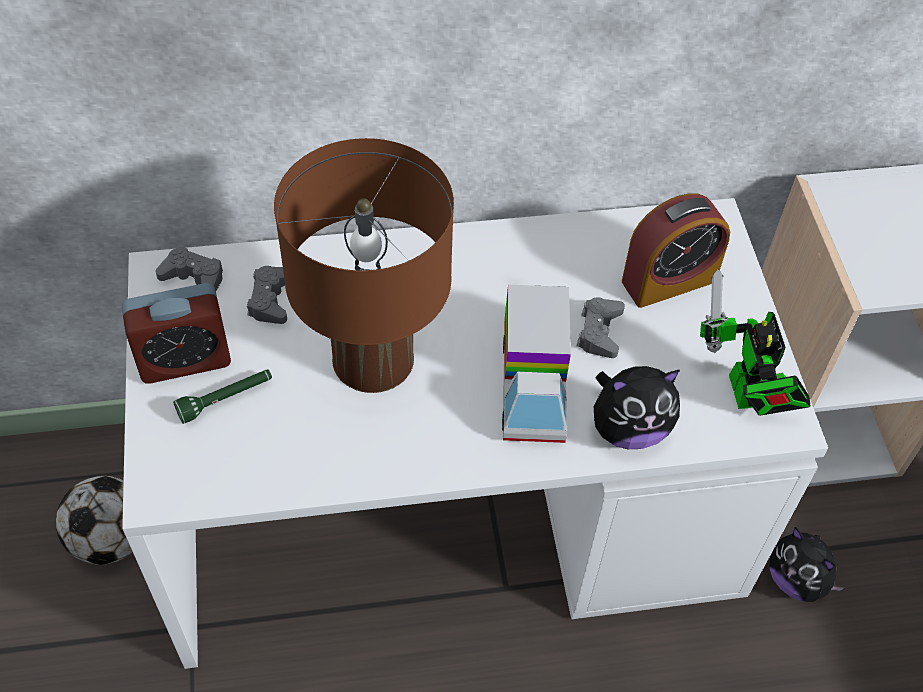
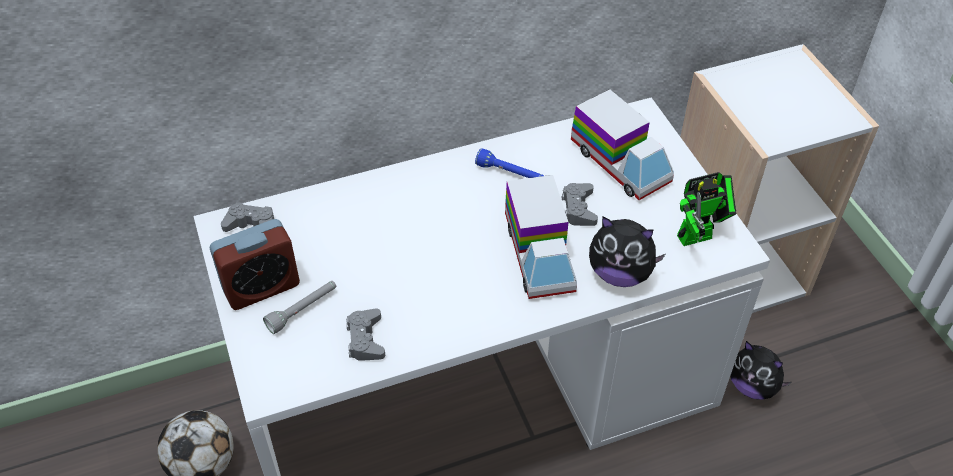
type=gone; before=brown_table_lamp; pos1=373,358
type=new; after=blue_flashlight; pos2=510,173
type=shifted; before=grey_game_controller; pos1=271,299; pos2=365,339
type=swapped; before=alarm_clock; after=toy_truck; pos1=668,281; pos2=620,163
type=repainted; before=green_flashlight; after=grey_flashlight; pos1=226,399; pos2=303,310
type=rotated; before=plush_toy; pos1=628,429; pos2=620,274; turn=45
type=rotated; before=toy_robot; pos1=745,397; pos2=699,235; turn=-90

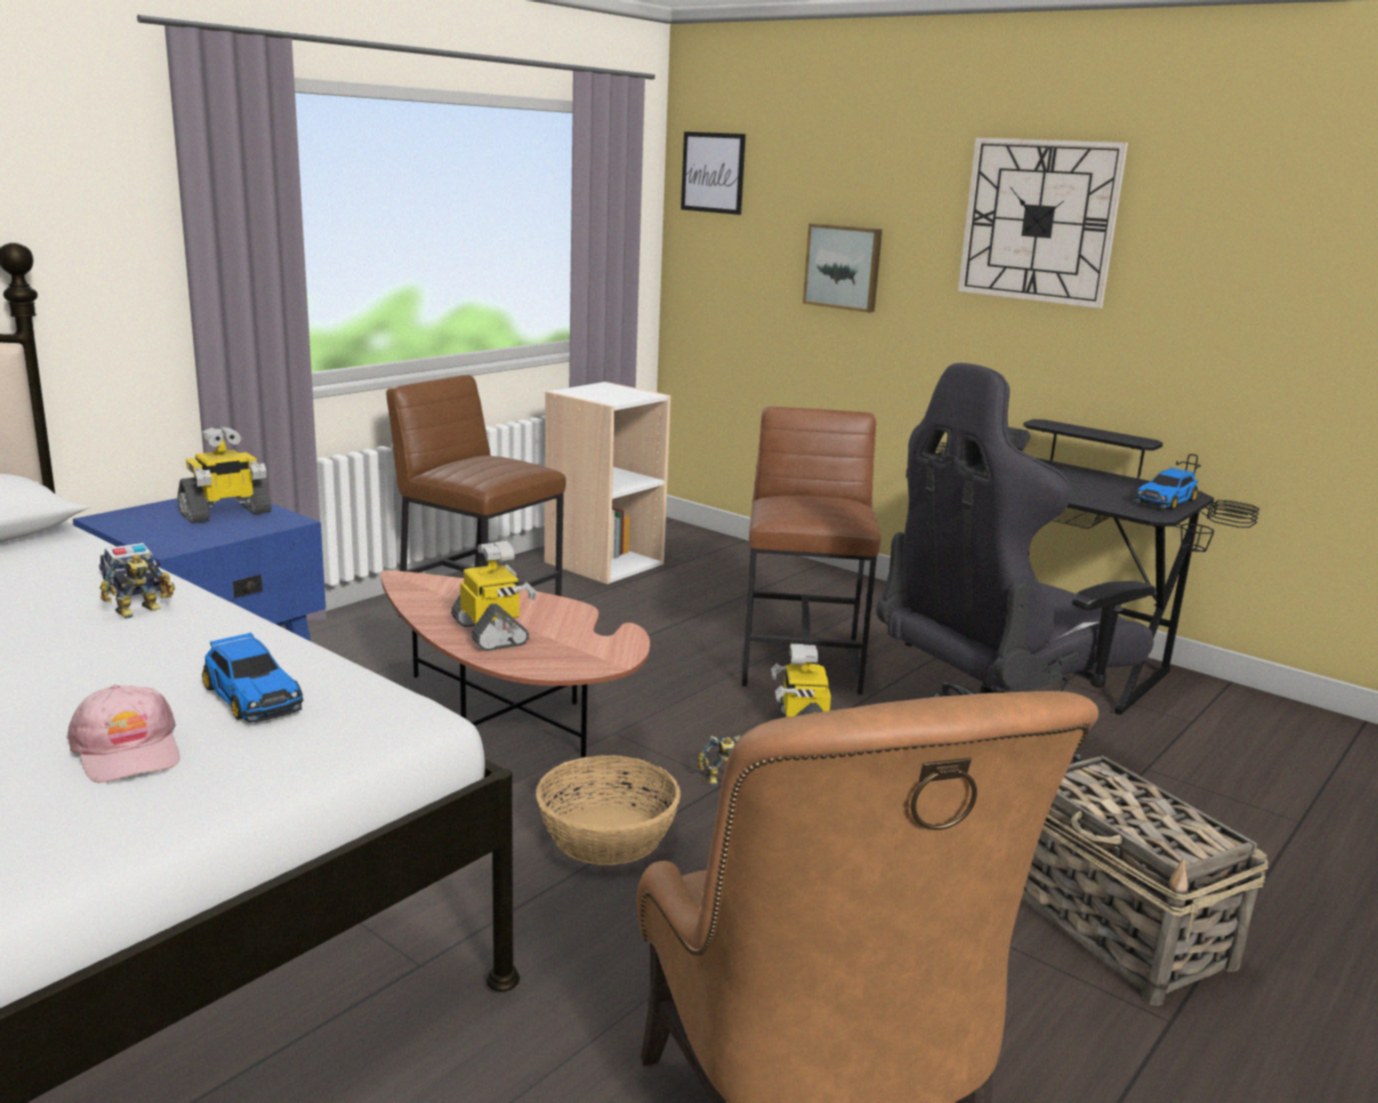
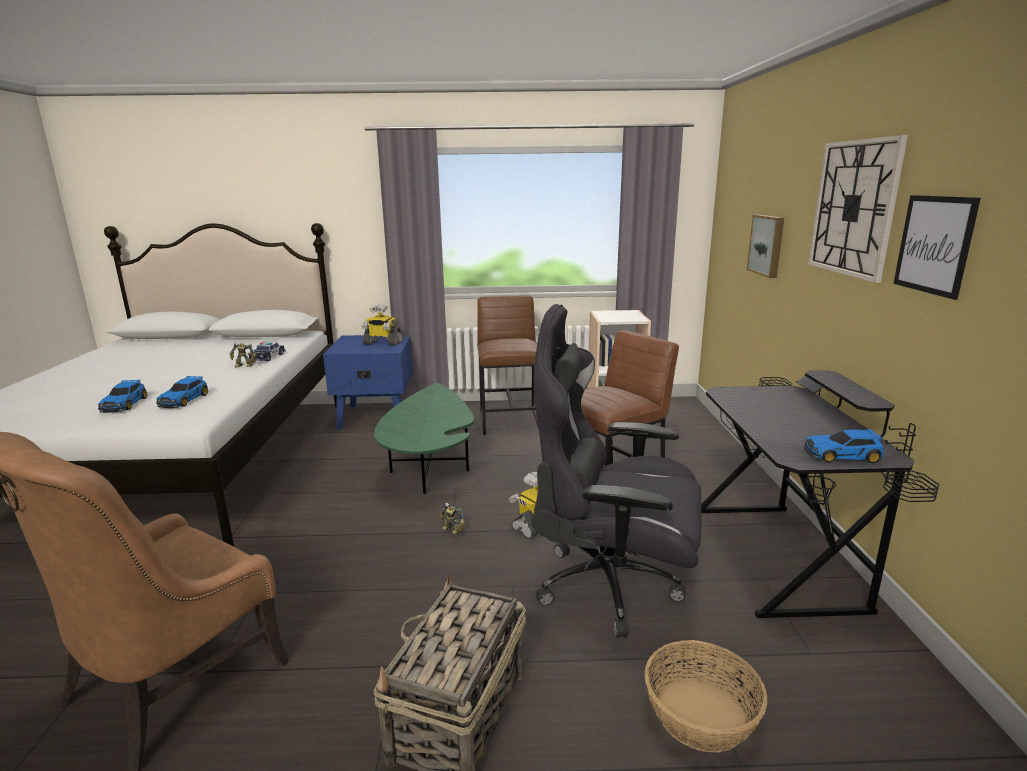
type=gone; before=toy_robot; pos1=491,633
type=shifted; before=basket; pos1=607,835; pos2=701,714
type=shifted; before=picture; pos1=713,172; pos2=934,244
type=swapped; before=pink_cap; after=toy_car; pos1=128,750; pos2=125,404
type=repainted; before=brown_coffee_table; after=green_coffee_table; pos1=508,721; pos2=429,467

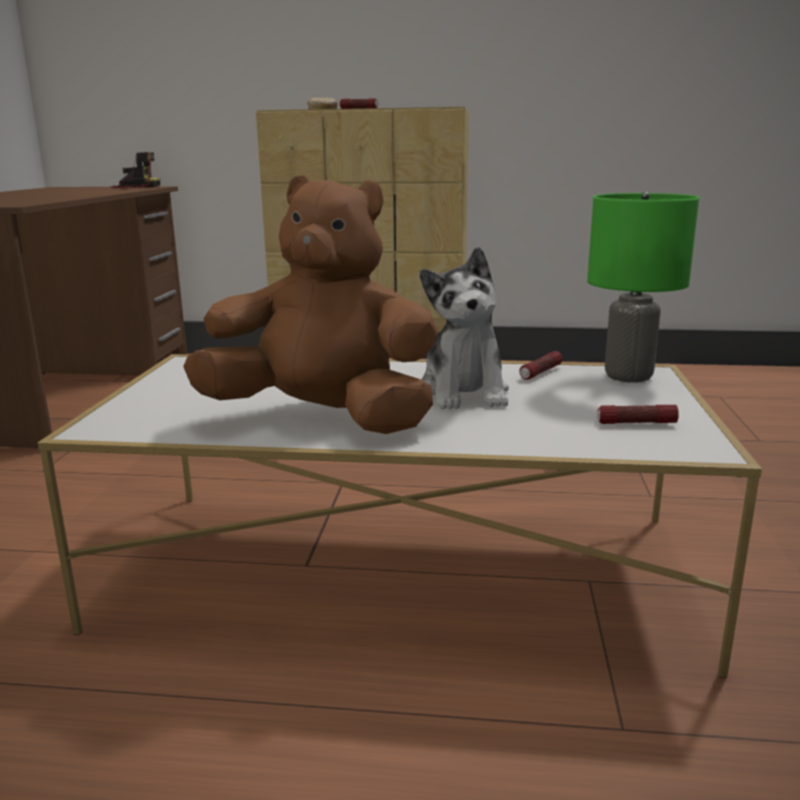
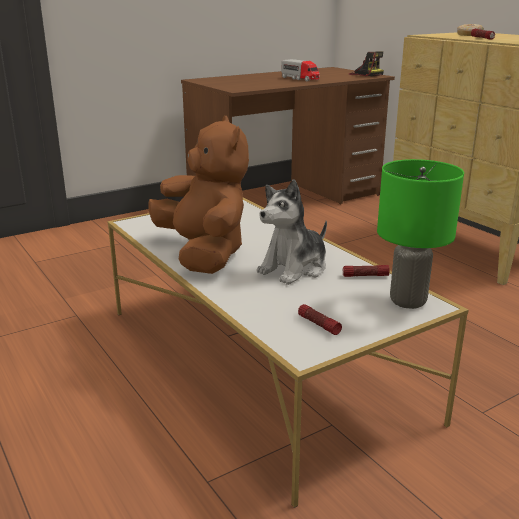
type=new; after=toy_truck; pos2=300,79

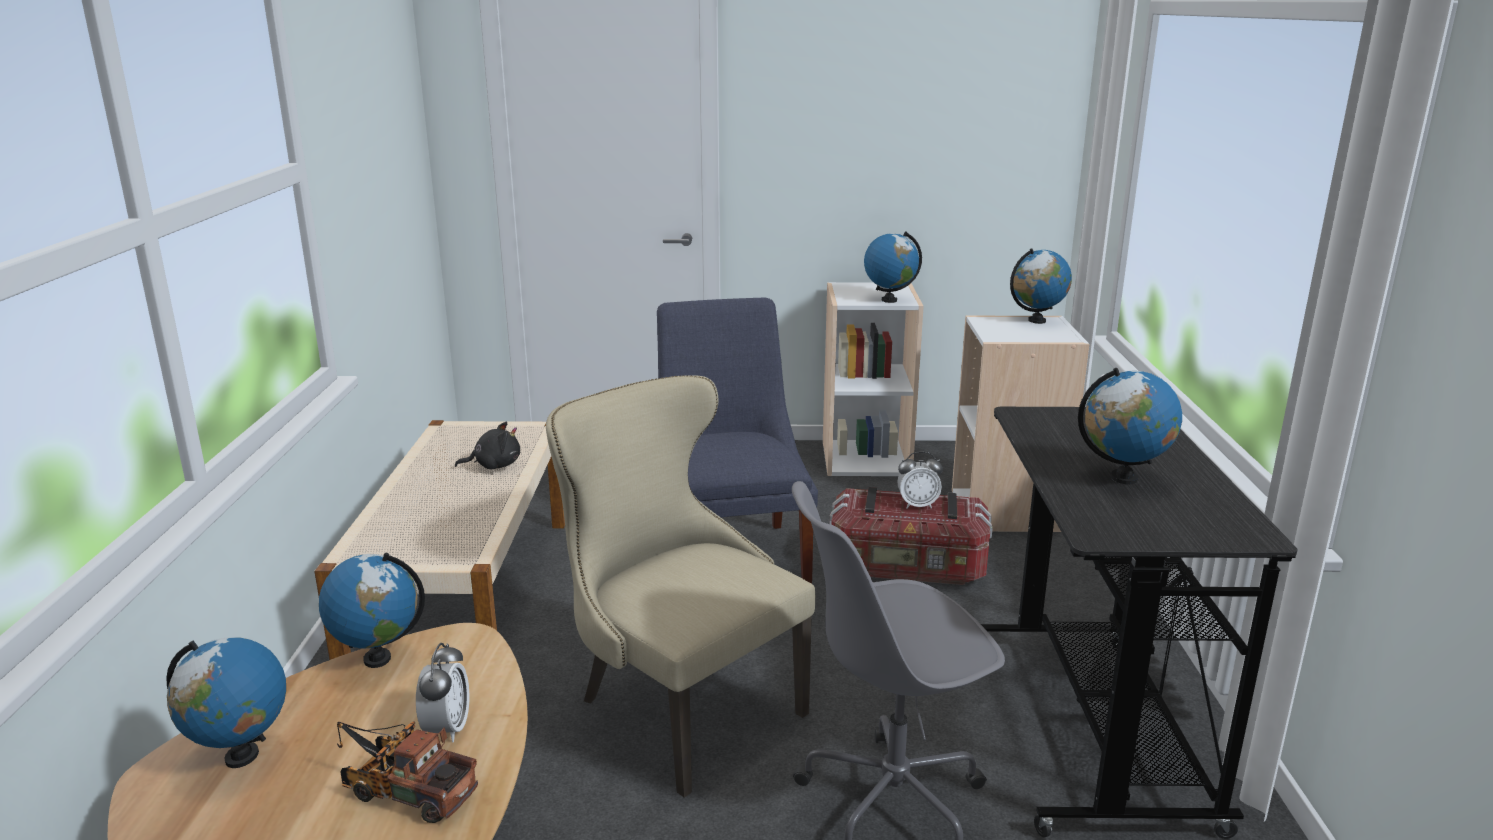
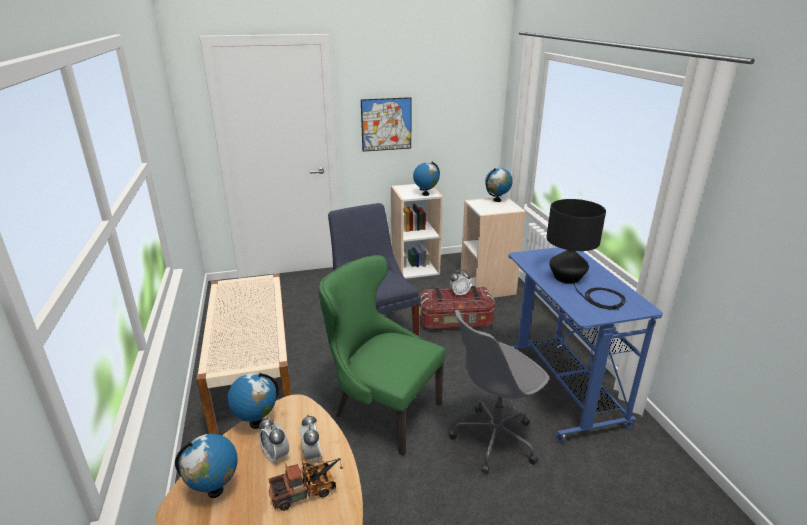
type=gone; before=black_plush_toy; pos1=494,465
type=new; after=alarm_clock; pos2=276,455
type=new; after=picture; pos2=386,124
type=swapped; before=globe; after=black_table_lamp; pos1=1123,478; pos2=580,285
type=repainted; before=beige_chair; after=green_chair; pos1=680,708; pos2=383,411
type=repainted; before=black_desk; after=blue_desk; pos1=1087,730; pos2=560,389
type=rotated; before=toy_truck; pos1=404,790; pos2=308,491; turn=150

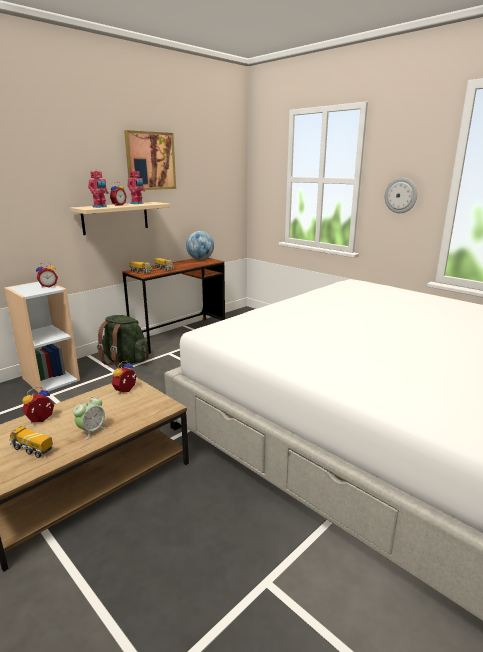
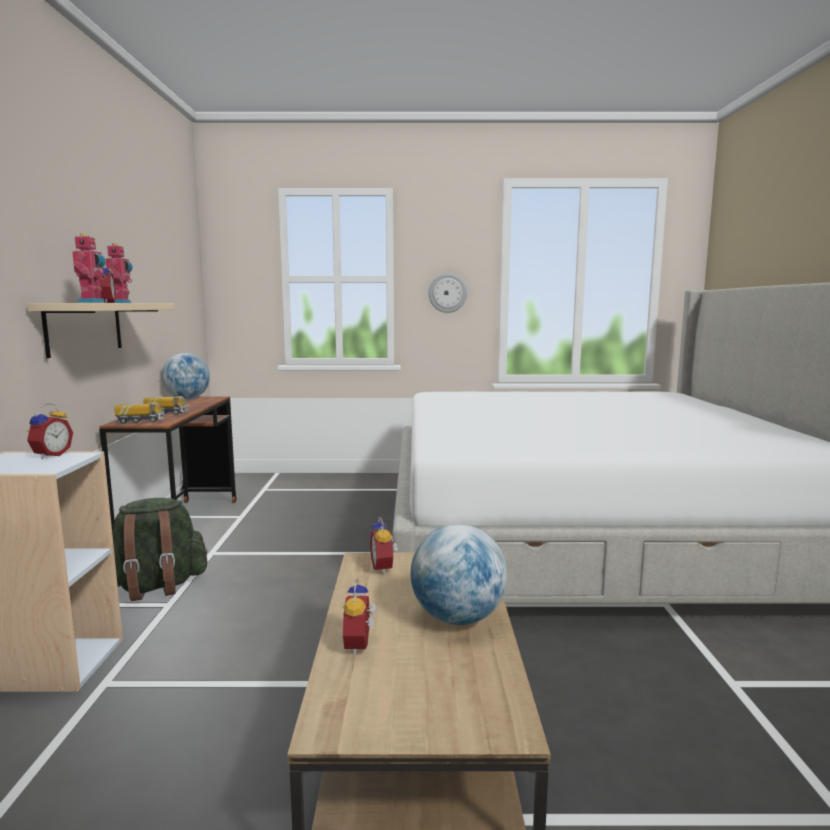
type=gone; before=toy_truck; pos1=32,449
type=gone; before=picture; pos1=150,161
type=swapped; before=alarm_clock; after=globe; pos1=91,431; pos2=457,618

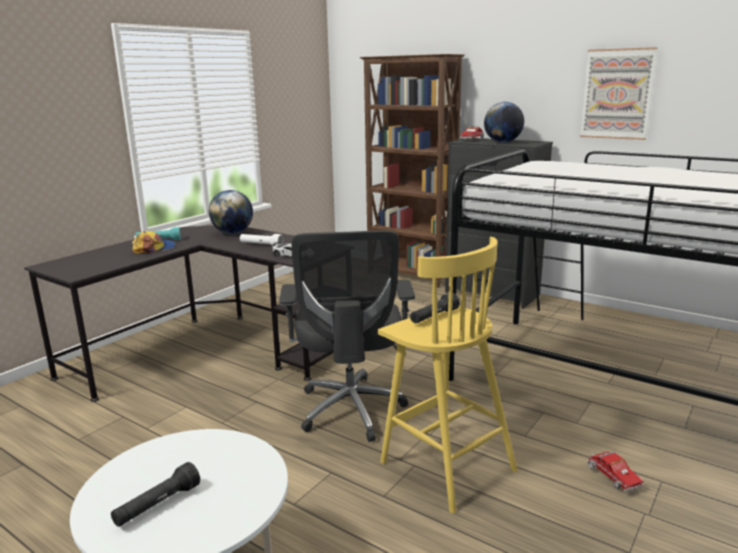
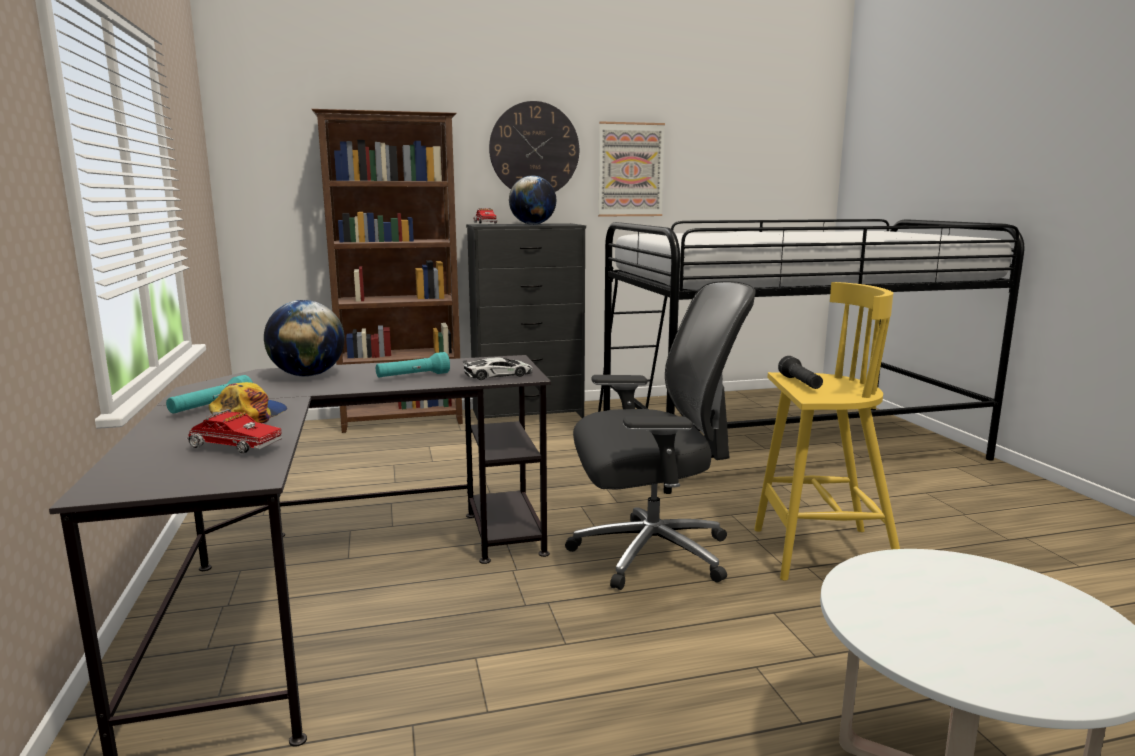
type=gone; before=black_flashlight; pos1=157,505
type=new; after=wall_clock; pos2=534,149
type=shifted; before=toy_truck; pos1=611,476; pos2=231,447
type=repainted; before=white_flashlight; after=turquoise_flashlight; pos1=261,245; pos2=413,377
type=rotated; before=office_chair; pos1=350,407; pos2=650,555; turn=-45

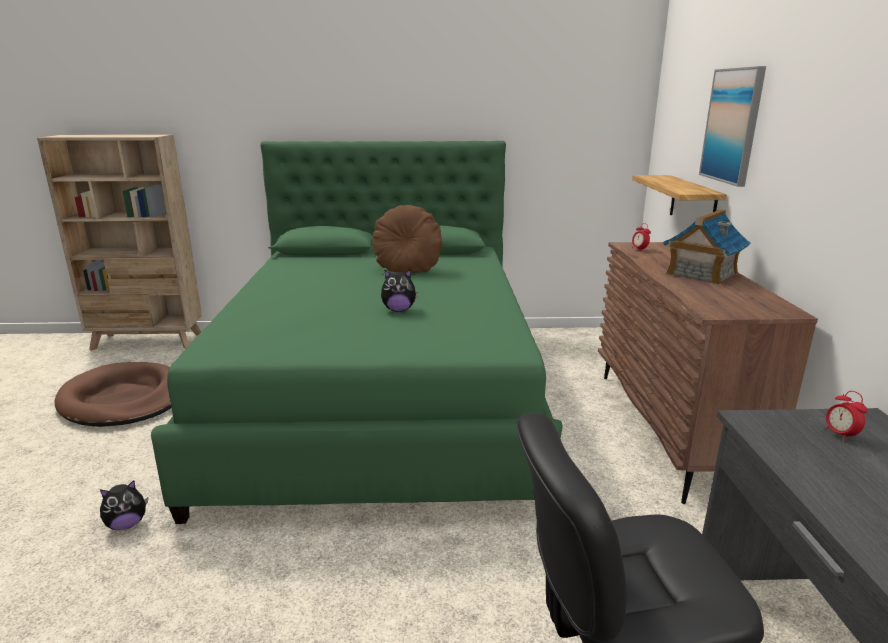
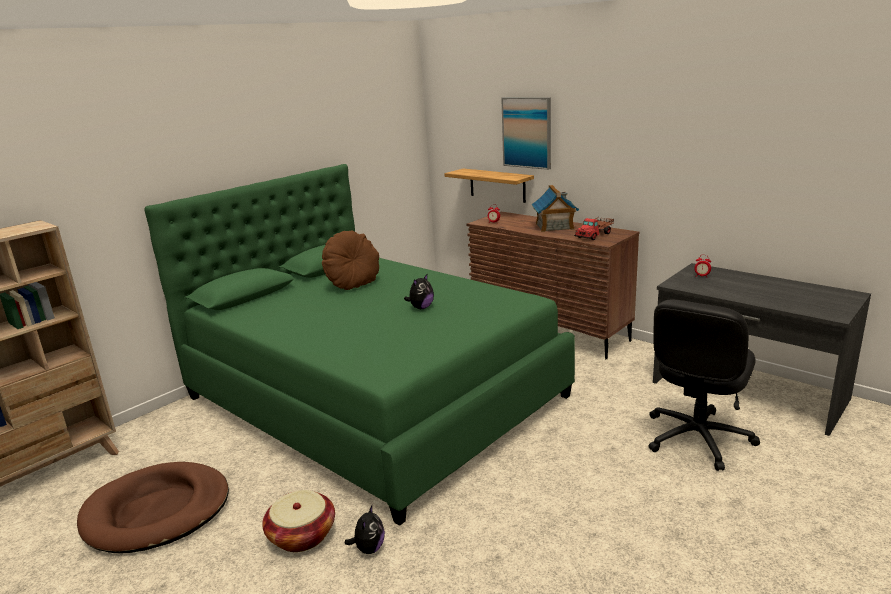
type=new; after=basket; pos2=302,535
type=new; after=toy_truck; pos2=595,235

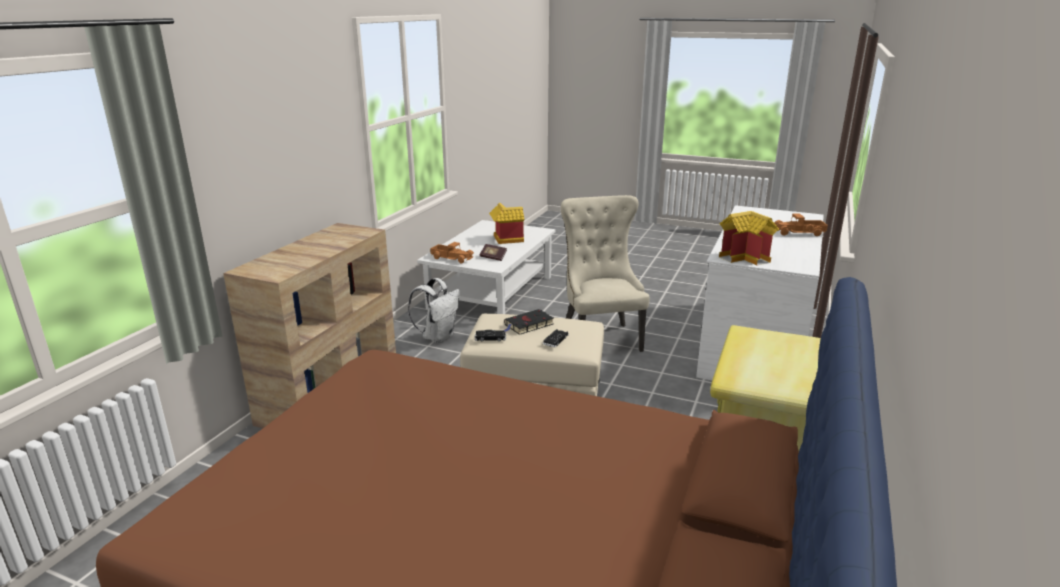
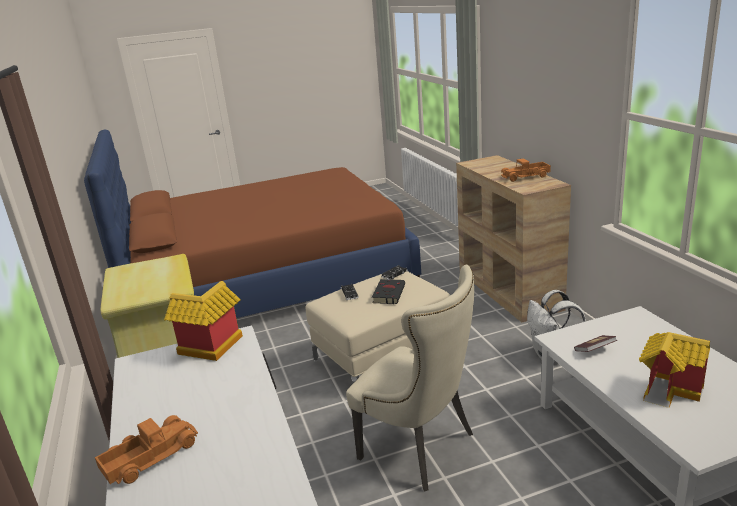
type=shifted; before=toy_truck; pos1=452,258; pos2=526,177

